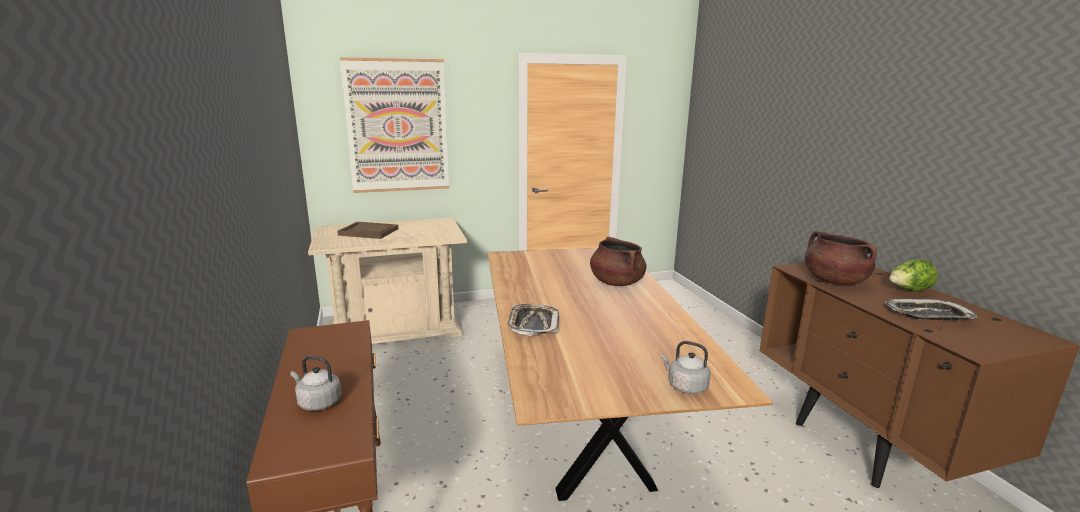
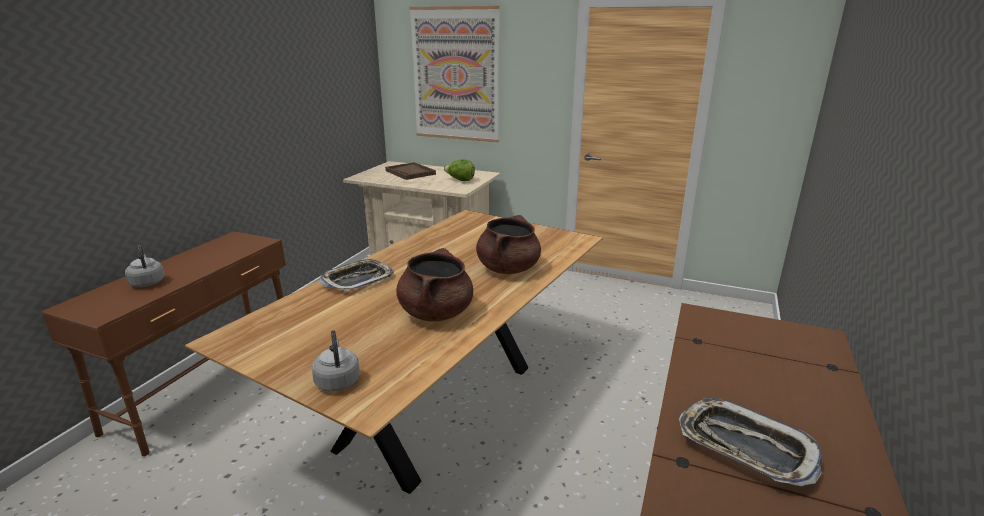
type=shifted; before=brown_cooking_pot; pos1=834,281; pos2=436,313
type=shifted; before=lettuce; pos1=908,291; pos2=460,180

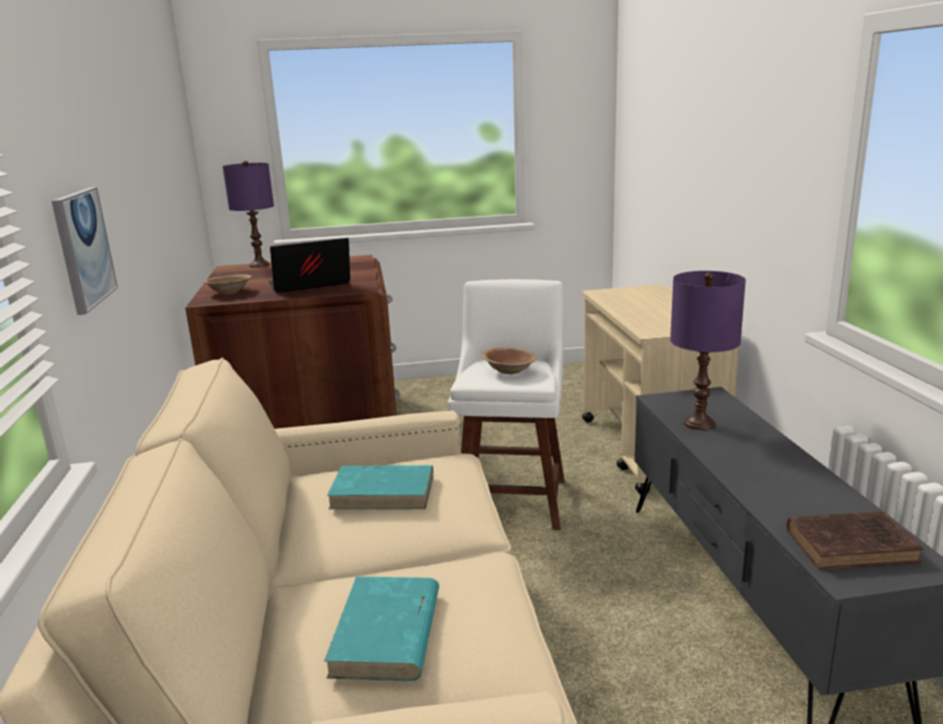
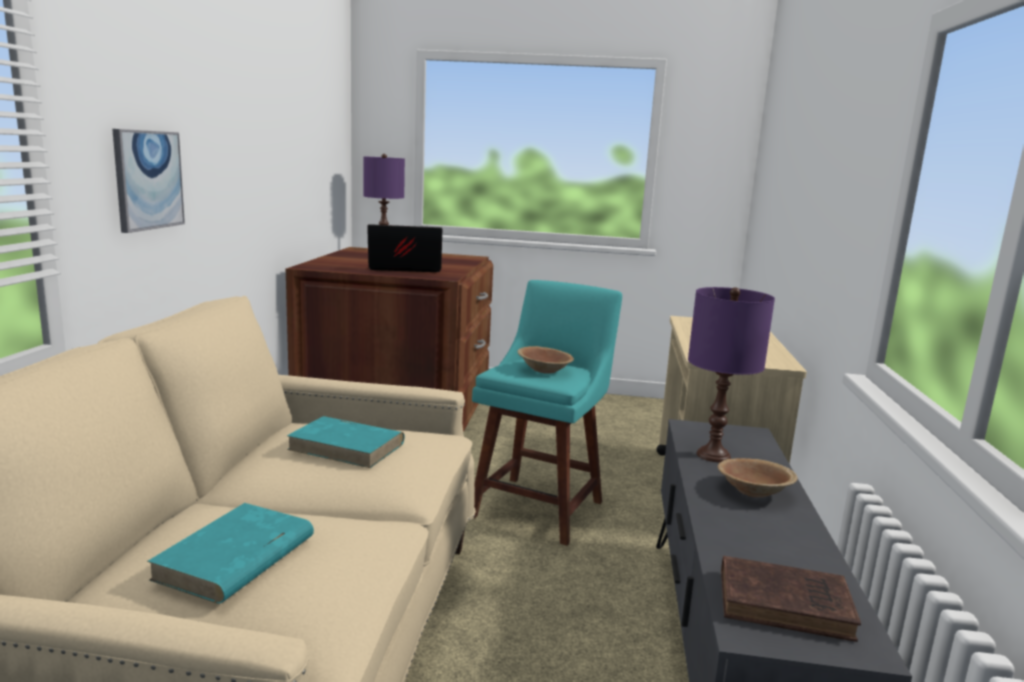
type=shifted; before=brown_bowl; pos1=229,292; pos2=753,491
type=repainted; before=white_stool; after=turquoise_stool; pos1=513,498; pos2=540,506

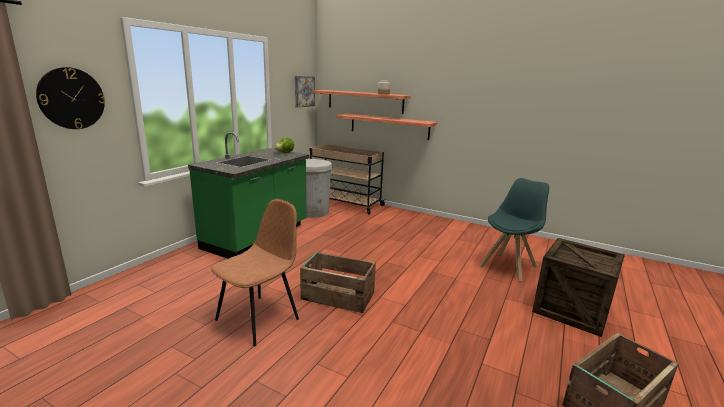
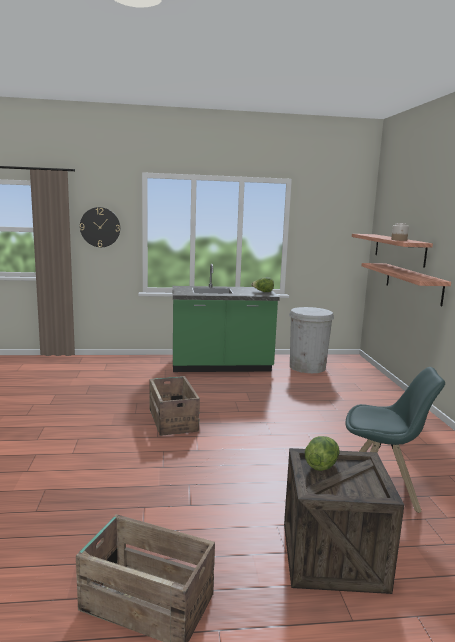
type=gone; before=brown_chair; pos1=259,318
type=gone; before=picture; pos1=304,91
type=gone; before=beige_cart; pos1=344,203
type=new; after=lettuce; pos2=321,465

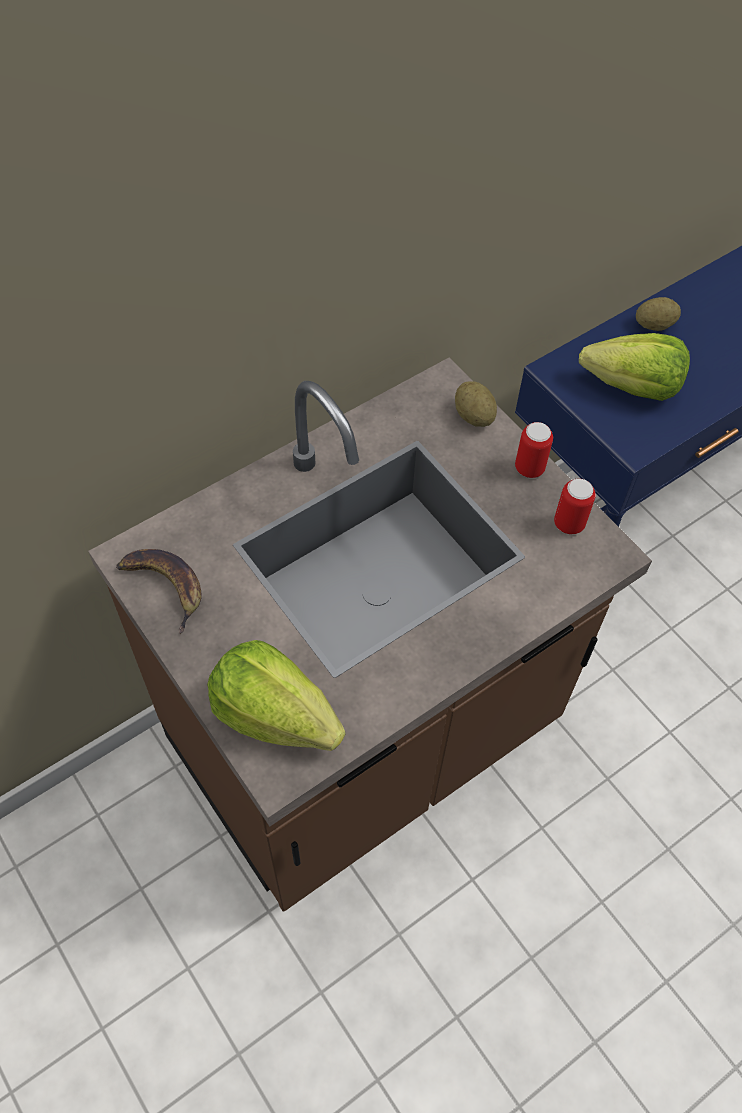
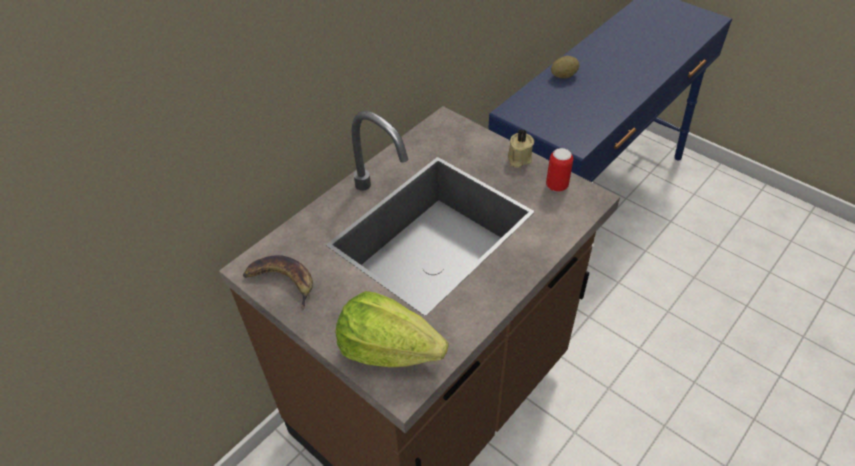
type=gone; before=potato; pos1=474,416
type=gone; before=lettuce; pos1=632,387
type=swapped; before=can; after=beige_candle; pos1=529,468; pos2=518,159

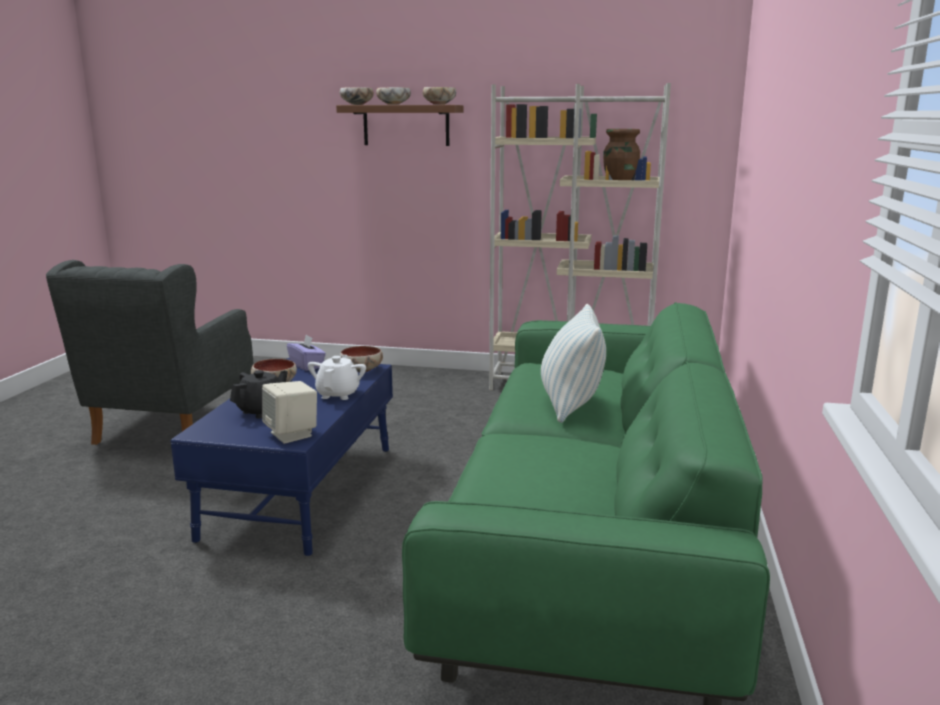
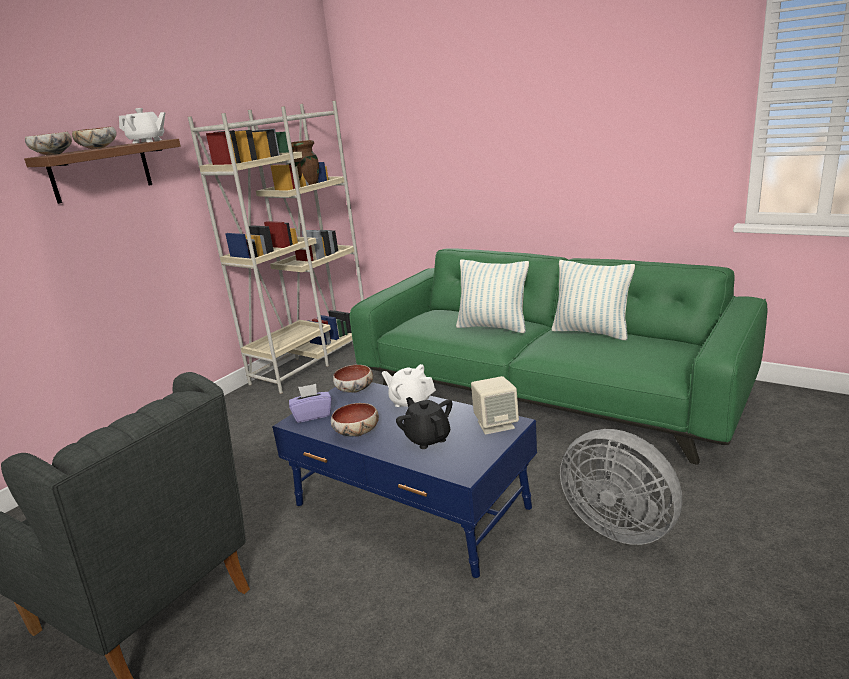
type=new; after=pillow; pos2=591,332
type=new; after=grey_fan; pos2=619,525
type=swapped; before=bowl; after=white_teapot; pos1=439,104; pos2=147,141

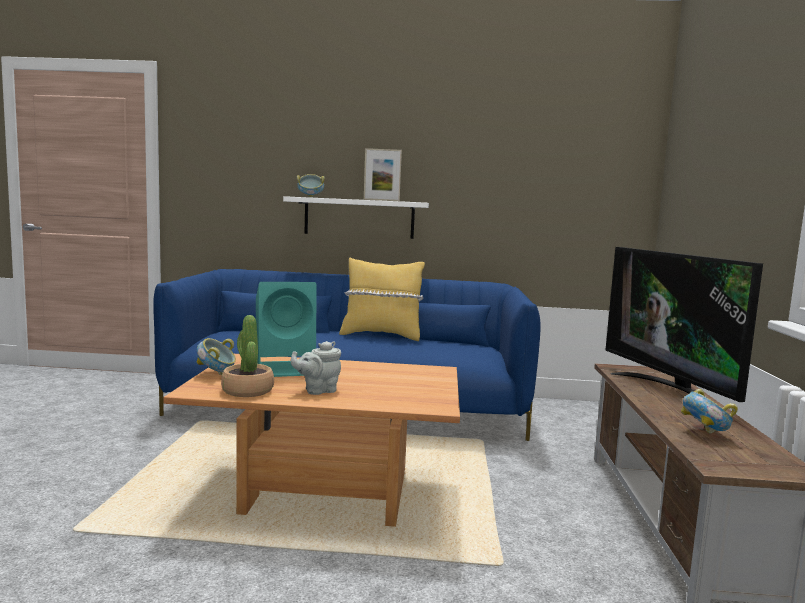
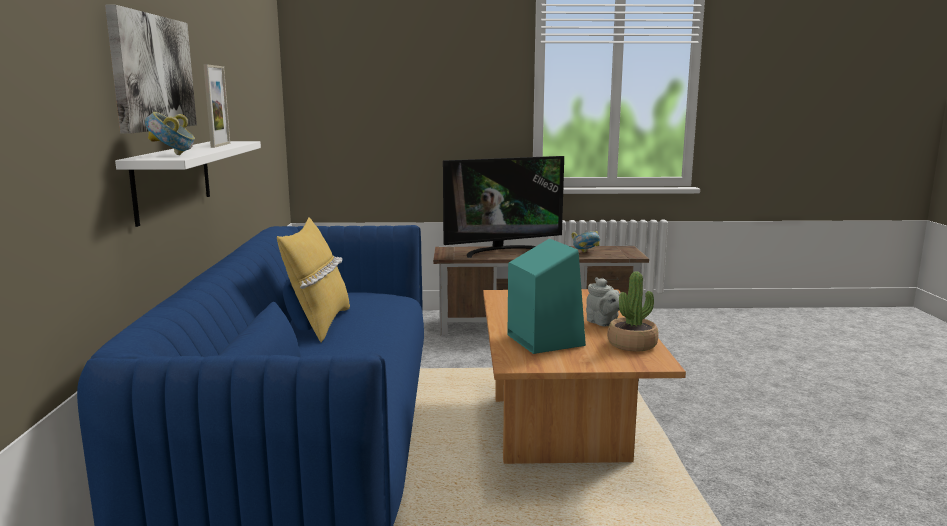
type=gone; before=bowl; pos1=216,374
type=new; after=picture; pos2=152,72

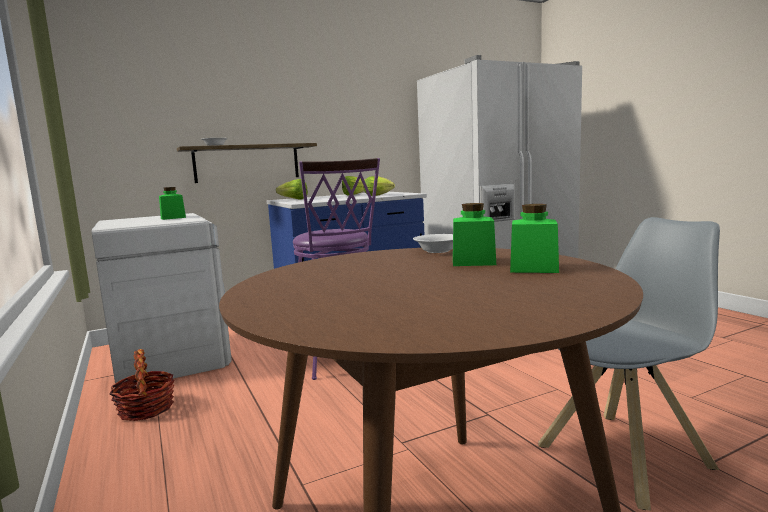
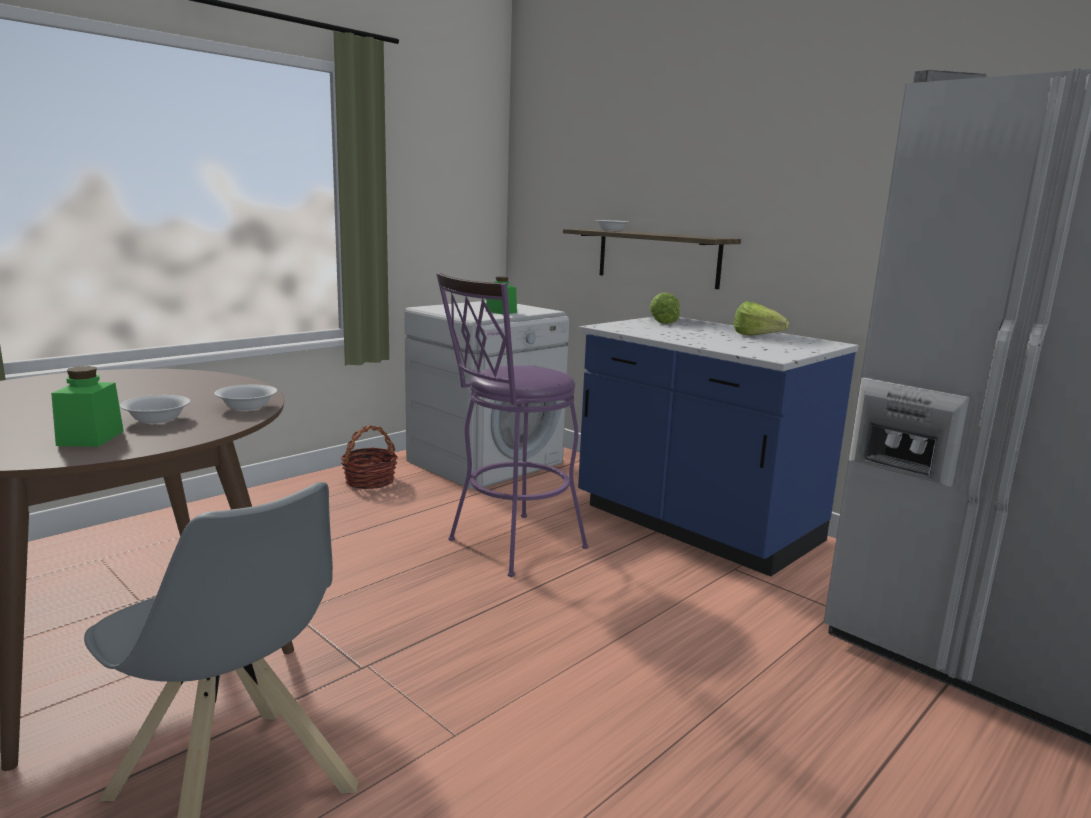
type=gone; before=lettuce; pos1=379,195
type=swapped; before=green_jar; after=white_bowl; pos1=473,262; pos2=156,419

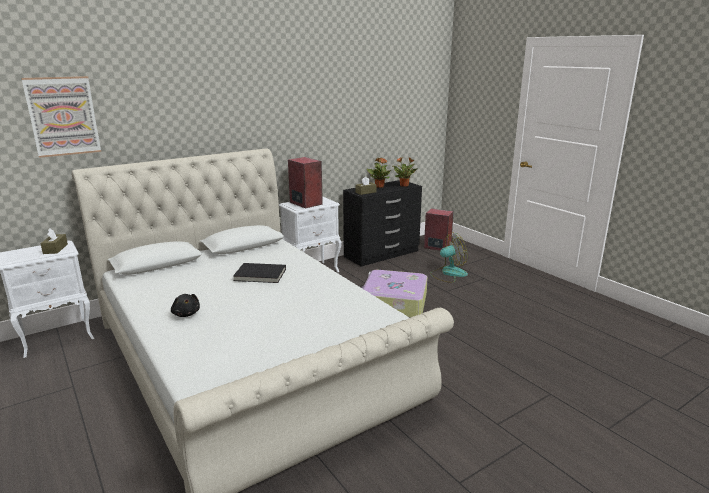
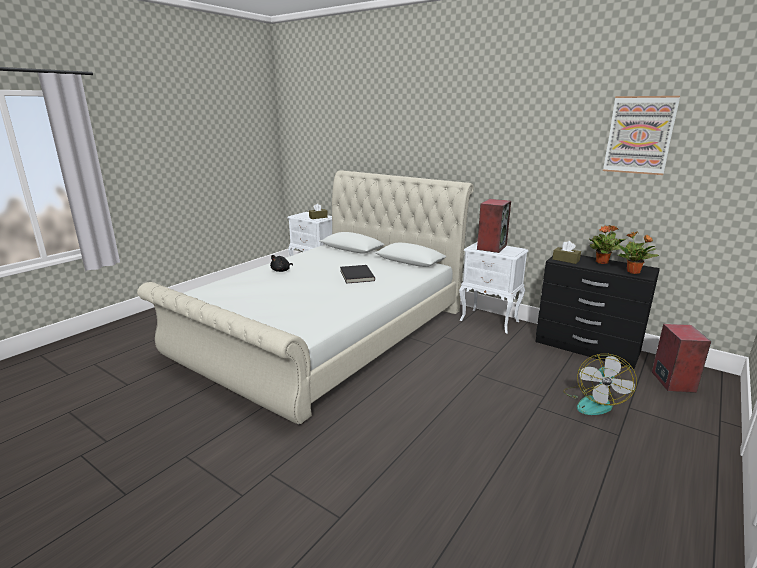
type=gone; before=suitcase; pos1=393,303
type=shifted; before=picture; pos1=63,116; pos2=639,135
type=rotated; before=fan; pos1=448,273; pos2=593,402; turn=60

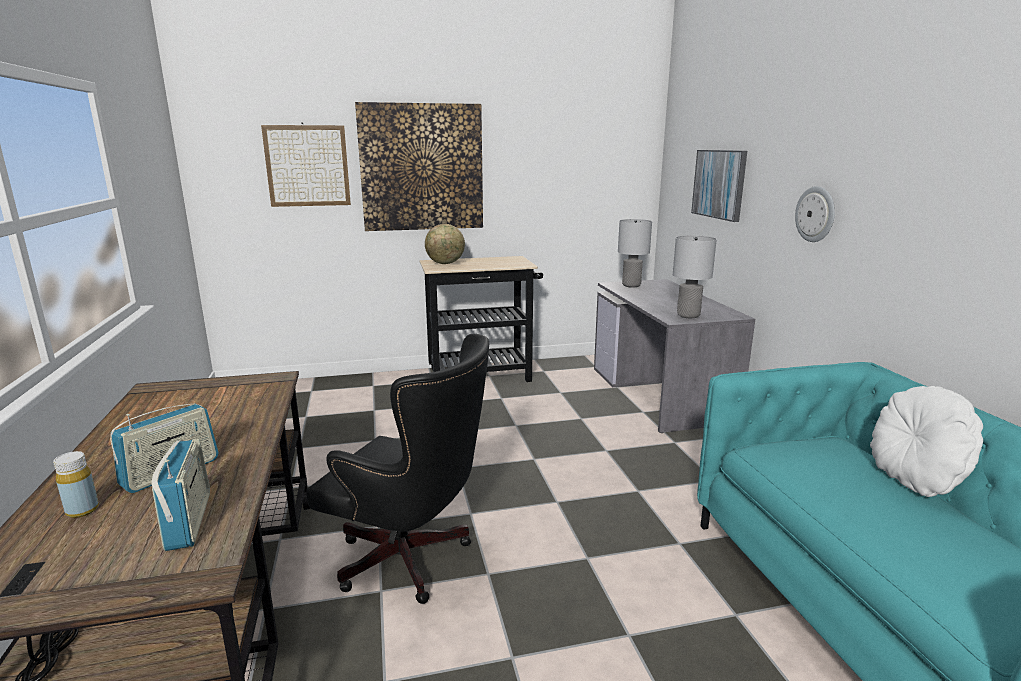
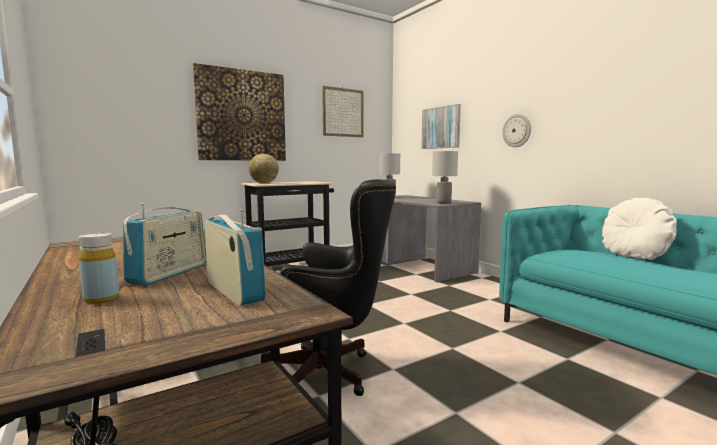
type=shifted; before=picture; pos1=307,164; pos2=343,111

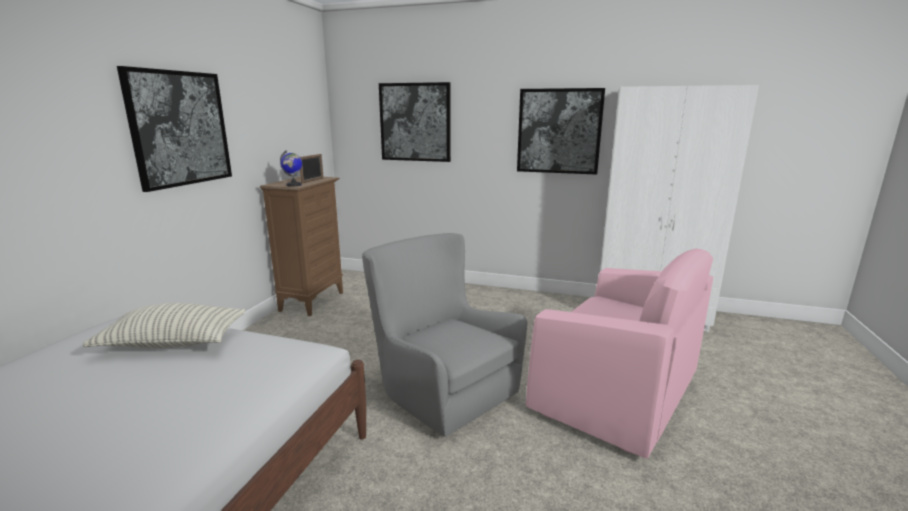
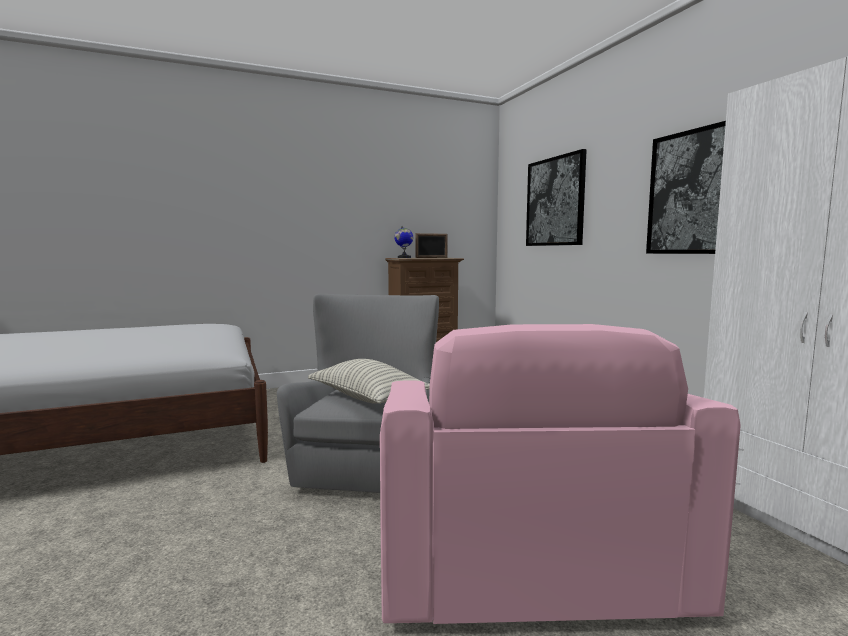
type=gone; before=picture; pos1=180,128
type=shifted; before=pillow; pos1=174,343; pos2=367,398

